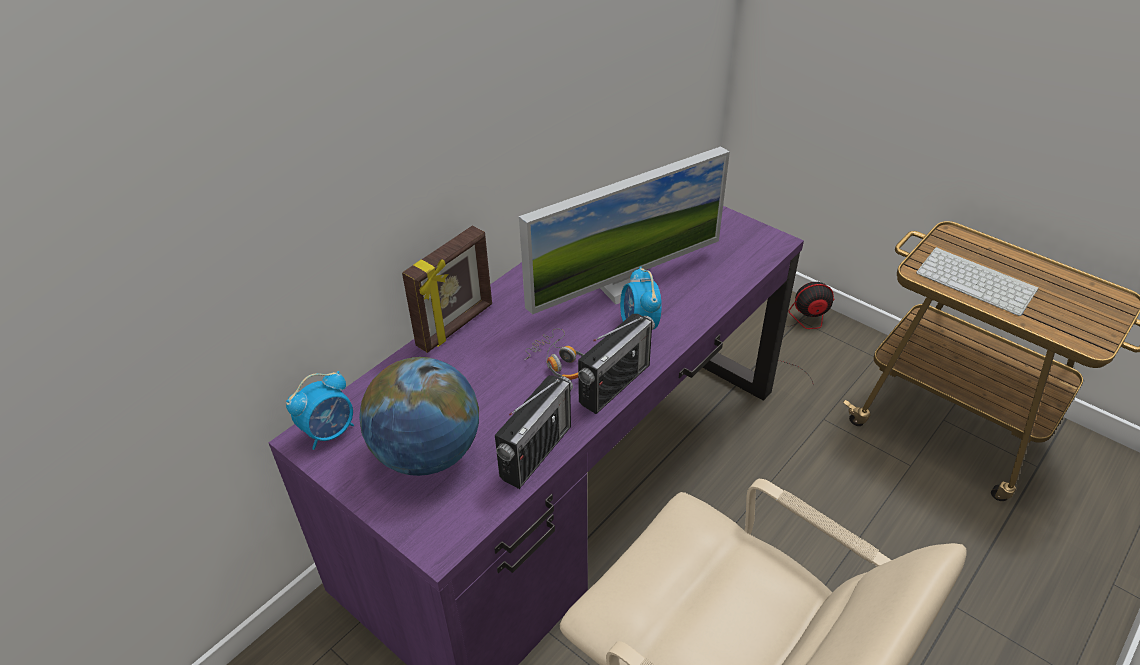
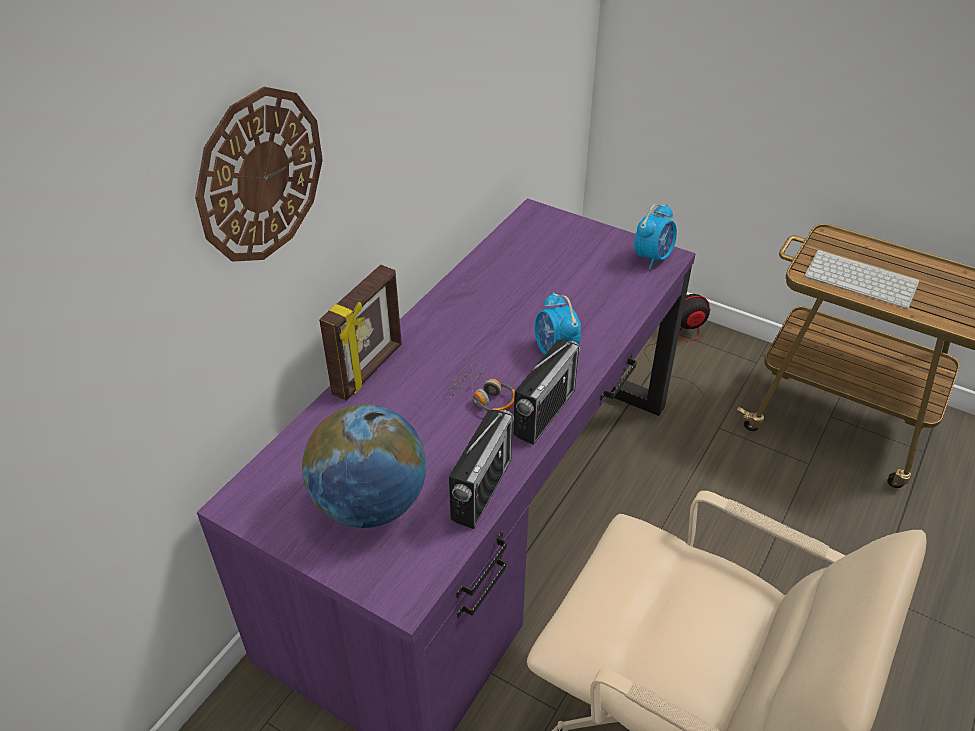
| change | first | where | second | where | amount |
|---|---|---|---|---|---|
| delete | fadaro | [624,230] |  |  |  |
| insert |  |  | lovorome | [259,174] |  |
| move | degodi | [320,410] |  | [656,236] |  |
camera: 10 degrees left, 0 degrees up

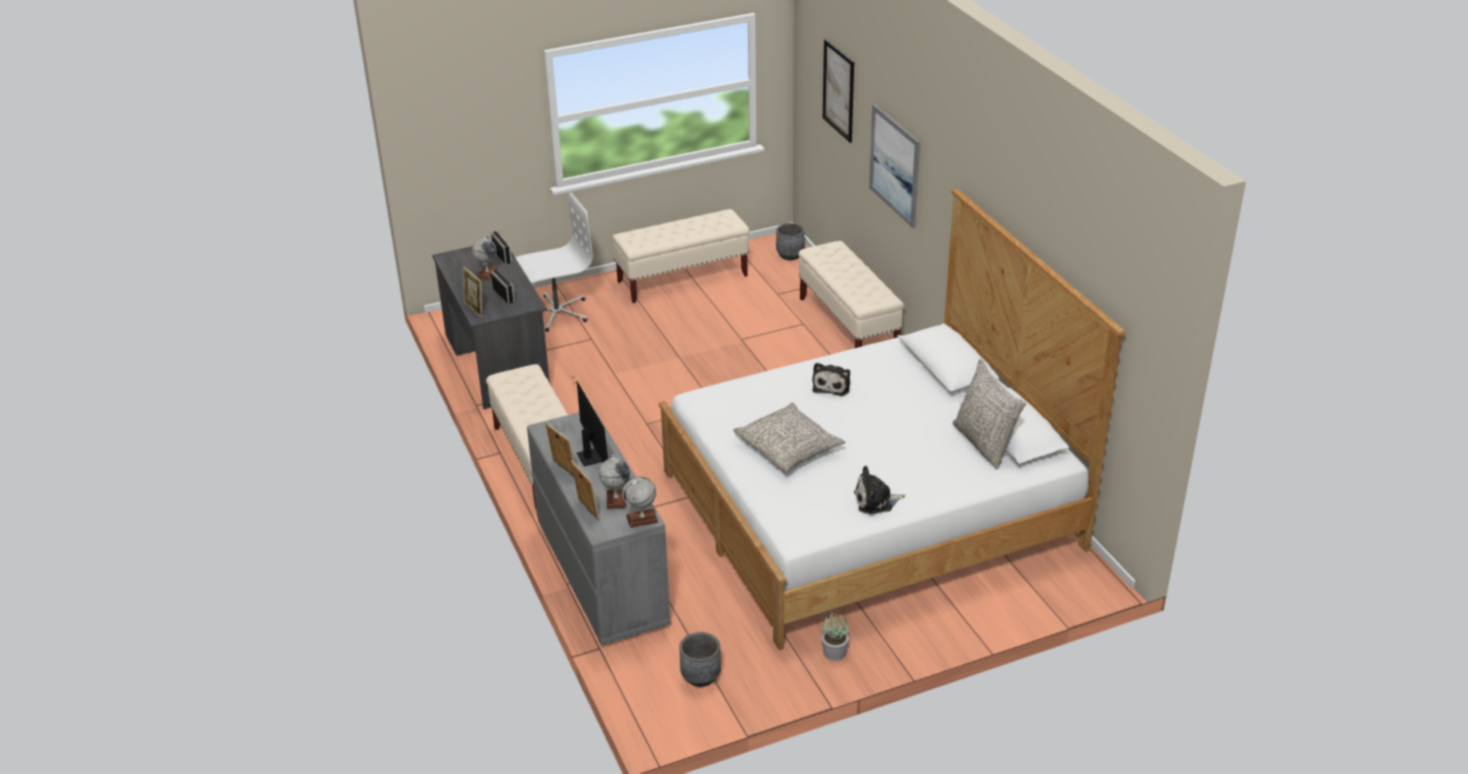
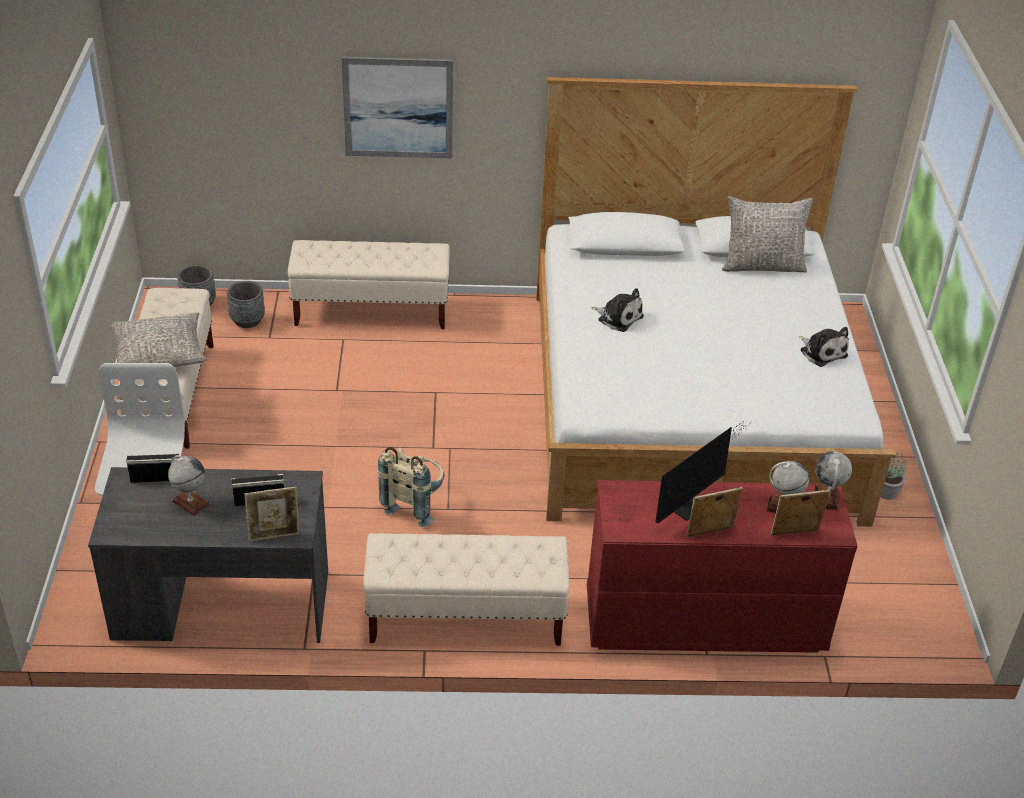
| change | first | where | second | where | amount |
|---|---|---|---|---|---|
| delete | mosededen | [838,91] |  |  |  |
| insert |  |  | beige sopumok | [411,487] |  |
| move | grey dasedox | [700,659] |  | [246,304] |  |
| move | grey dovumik | [789,437] |  | [158,339] |  |
| recolor | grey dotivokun | [599,527] | red dotivokun | [722,566] |  |
| rotate | fadaro | [590,421] |  | [703,473] | 135 degrees clockwise |
| rotate | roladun | [879,490] |  | [824,347] | 45 degrees counterclockwise |
camera: 70 degrees left, 5 degrees up

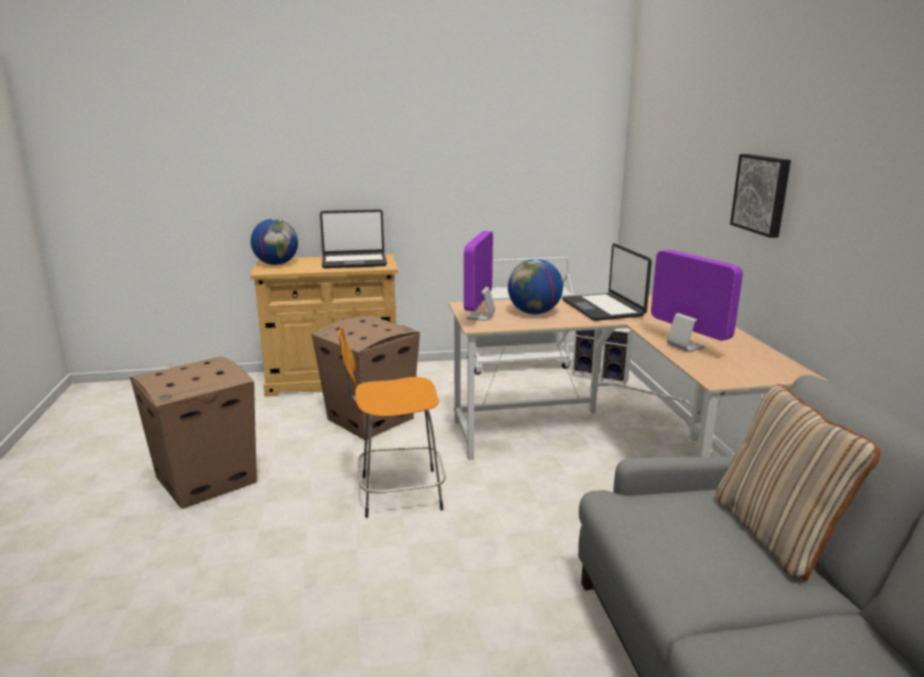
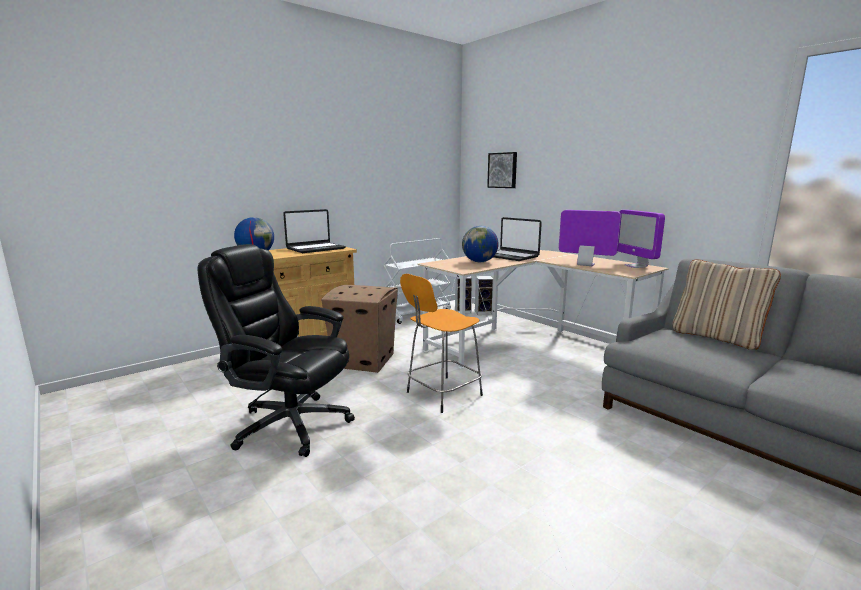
| change | first | where | second | where | amount |
|---|---|---|---|---|---|
| move | fadaro | [479,276] |  | [641,239] |  |
| move | mosededen | [760,196] |  | [502,170] |  |
| replace | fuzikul | [193,433] | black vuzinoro | [276,350] |  |
camera: 30 degrees left, 5 degrees down

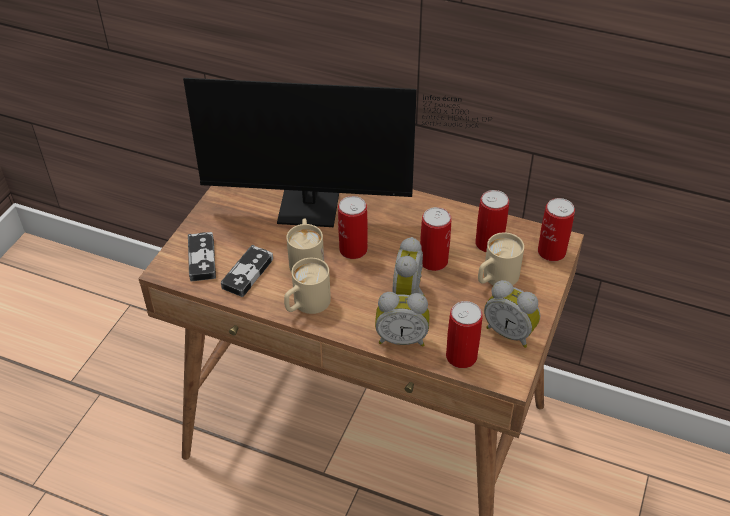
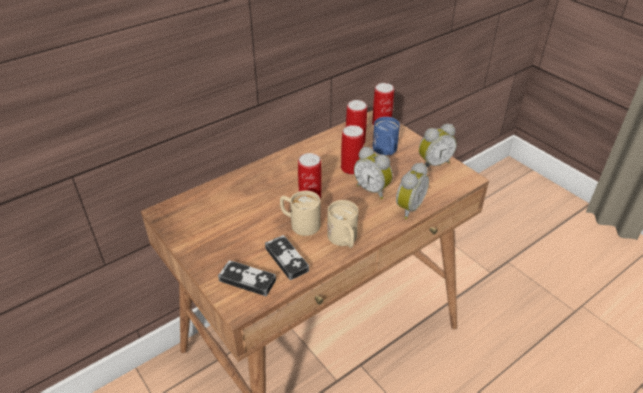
| change | first | where | second | where | amount |
|---|---|---|---|---|---|
| delete | fadaro | [337,152] |  |  |  |
| delete | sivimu | [464,334] |  |  |  |
| recolor | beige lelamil | [501,258] | blue lelamil | [386,136] |  |
camera: 60 degrees left, 5 degrees down

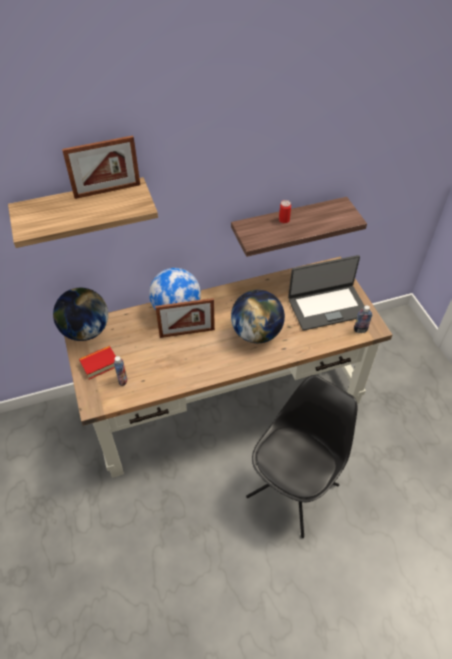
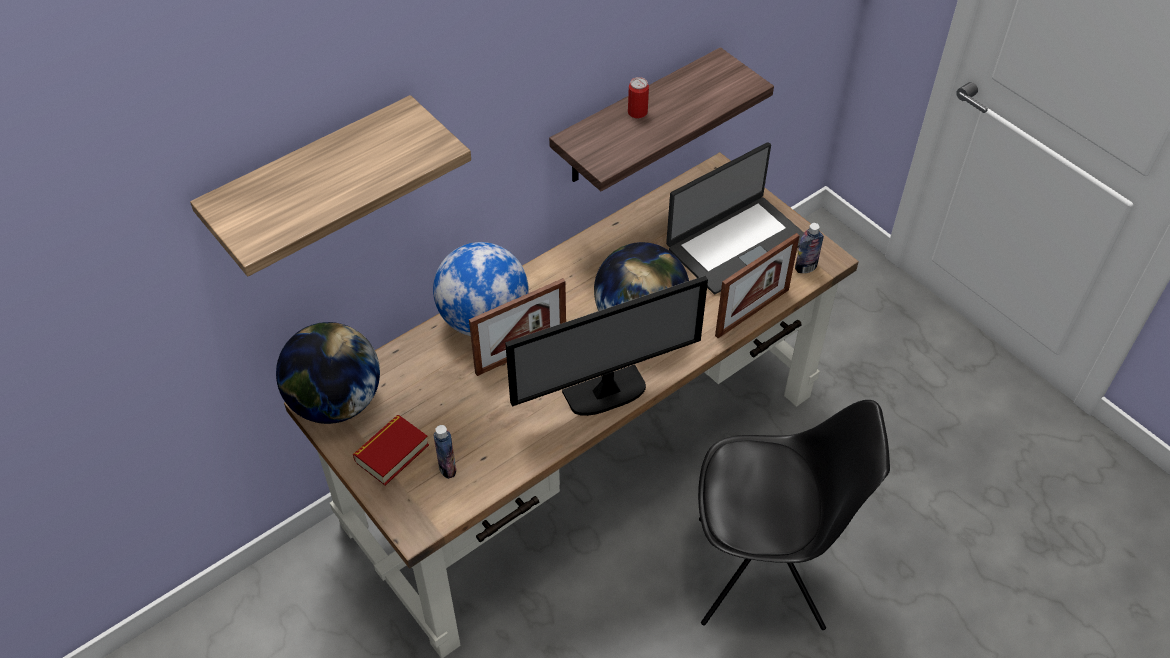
| change | first | where | second | where | amount |
|---|---|---|---|---|---|
| insert |  |  | fadaro | [606,346] |  |
| move | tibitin | [101,167] |  | [757,285] |  |
| rotate | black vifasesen | [301,456] |  | [794,515] | 75 degrees clockwise |
camera: 20 degrees left, 0 degrees up

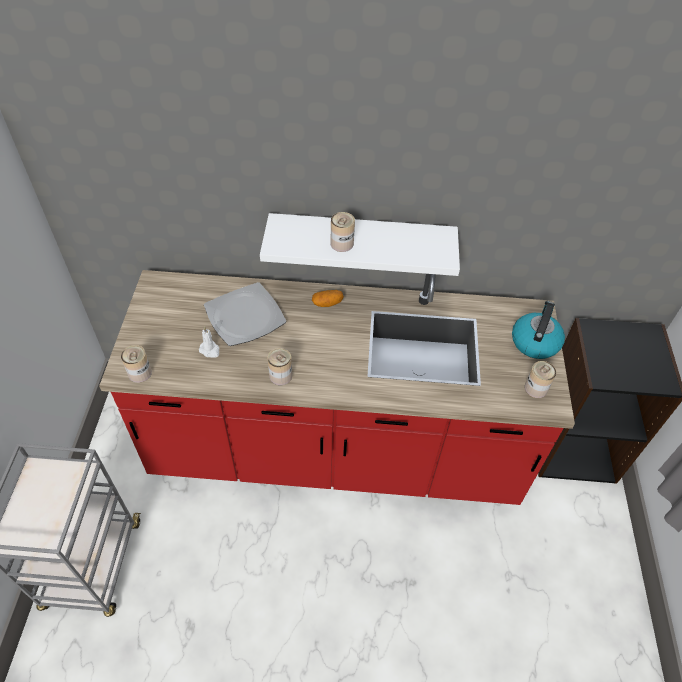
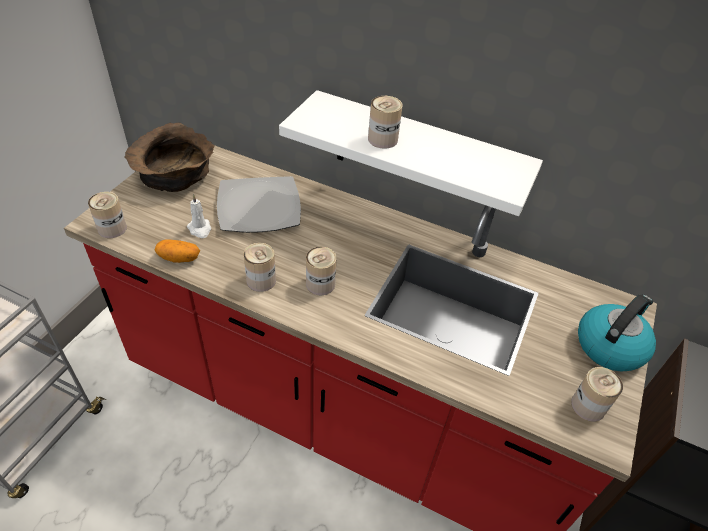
| change | first | where | second | where | amount |
|---|---|---|---|---|---|
| insert |  |  | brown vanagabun | [169,157] |  |
| insert |  |  | sivimu | [321,271] |  |
| move | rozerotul | [328,298] |  | [177,251] |  |
camera: 20 degrees right, 5 degrees down

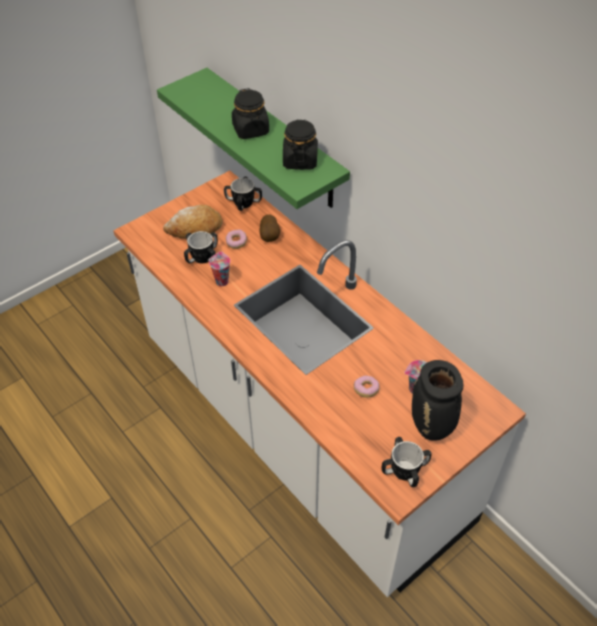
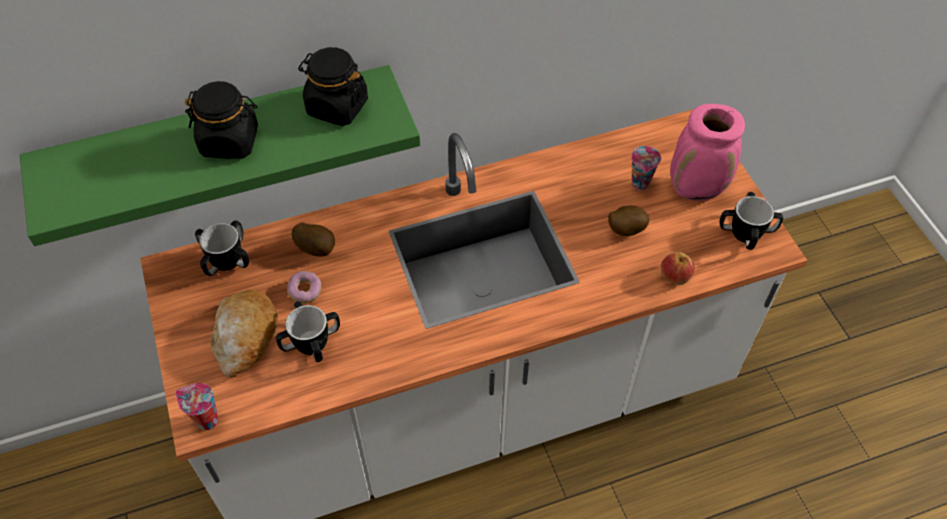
| change | first | where | second | where | amount |
|---|---|---|---|---|---|
| insert |  |  | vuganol | [677,268] |  |
| move | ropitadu | [219,269] |  | [197,406] |  |
| replace | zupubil | [367,387] | rozerotul | [629,221] |  |
| recolor | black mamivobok | [438,400] | pink mamivobok | [707,152] |  |
camera: 70 degrees left, 5 degrees up

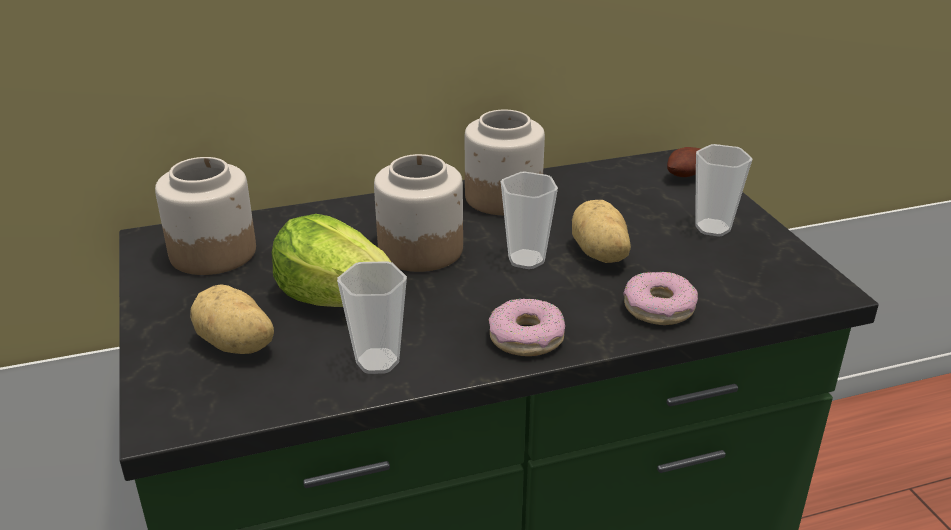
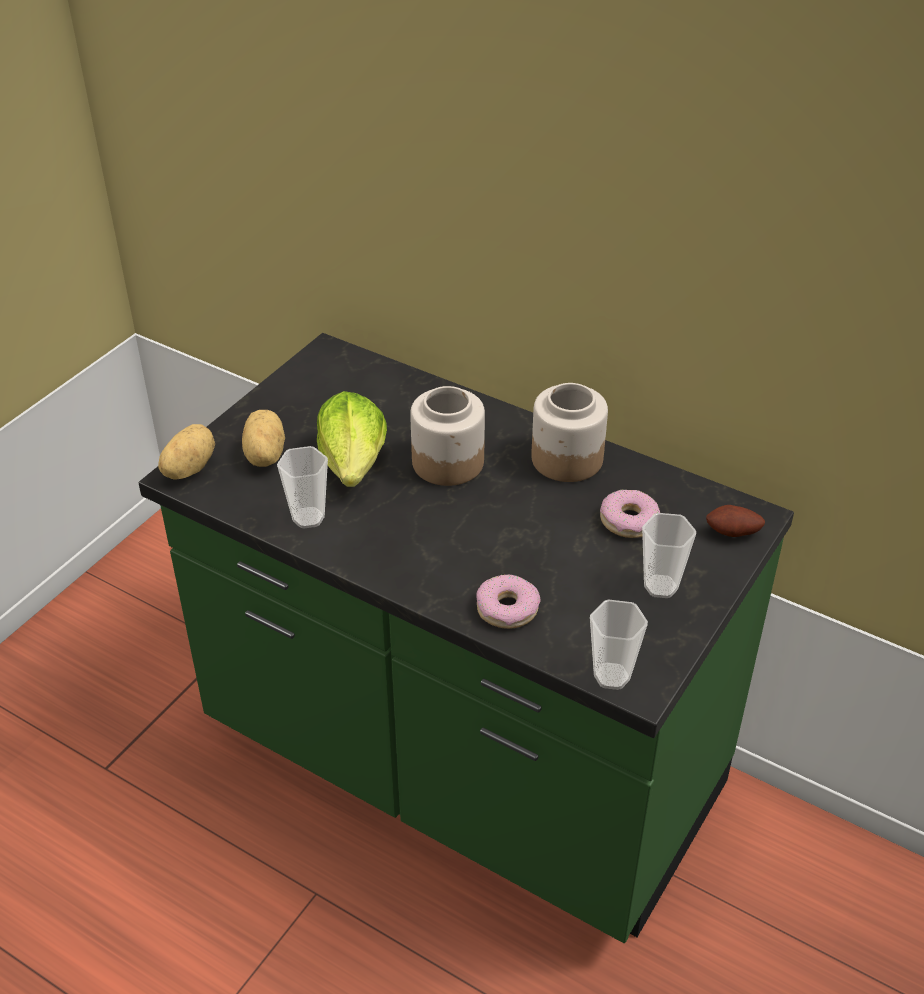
| change | first | where | second | where | amount |
|---|---|---|---|---|---|
| delete | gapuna | [205,216] |  |  |  |
| move | zupubil | [527,327] |  | [630,513] |  |
| move | ropitadu | [529,220] |  | [619,644] |  |
| move | rozerotul | [601,231] |  | [186,451] |  |
camera: 50 degrees right, 10 degrees up

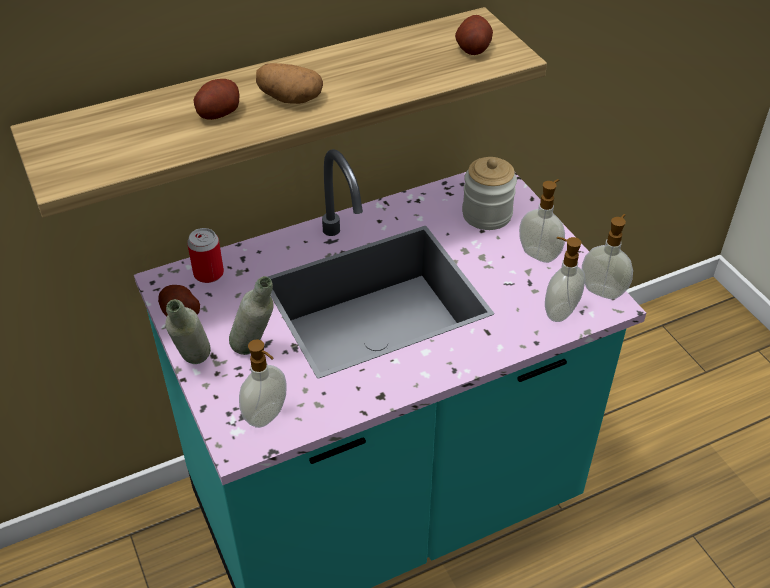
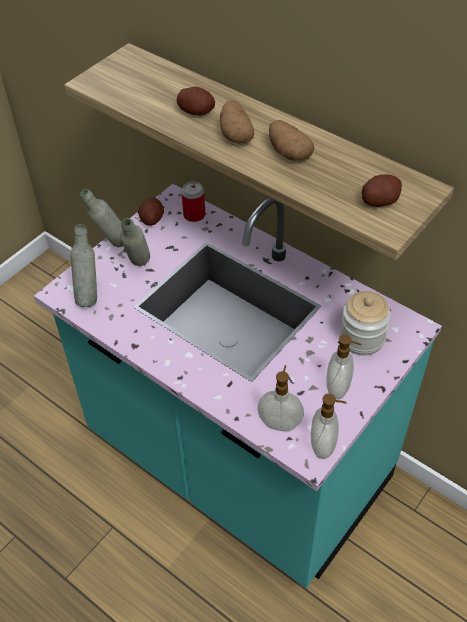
| change | first | where | second | where | amount |
|---|---|---|---|---|---|
| insert |  |  | rozerotul | [291,140] |  |
| replace | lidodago | [263,384] | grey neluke | [83,265] |  |
camera: 65 degrees right, 5 degrees up

